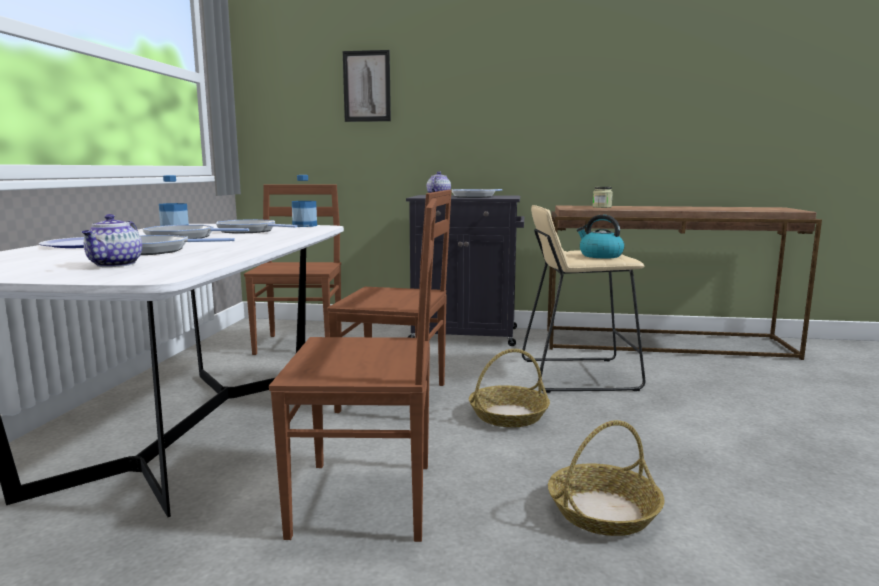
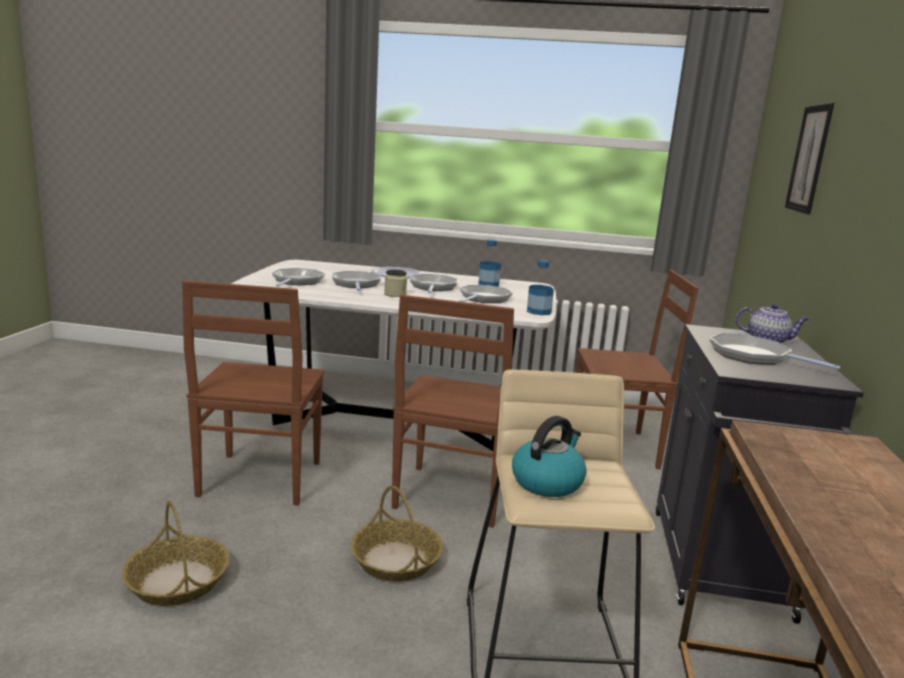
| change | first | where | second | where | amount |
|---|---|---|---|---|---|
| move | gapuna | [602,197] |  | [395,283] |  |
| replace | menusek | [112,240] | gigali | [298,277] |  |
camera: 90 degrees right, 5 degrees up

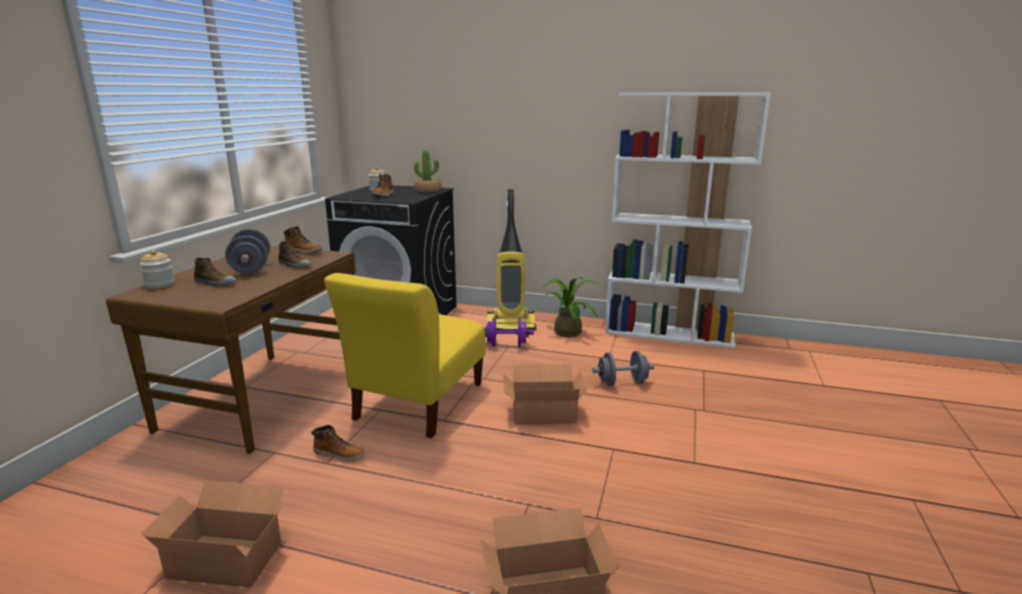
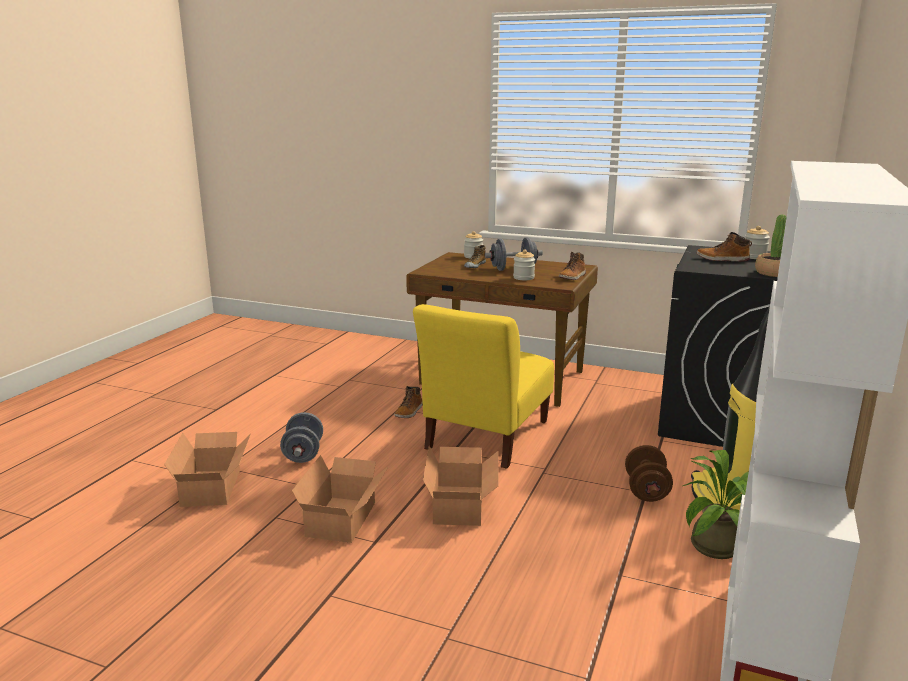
| change | first | where | second | where | amount |
|---|---|---|---|---|---|
| move | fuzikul | [213,534] |  | [340,499] |  |
| move | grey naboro | [623,368] |  | [301,437] |  |
| replace | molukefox | [294,254] | gapuna | [524,265] |  |
| recolor | purple naboro | [509,332] | brown naboro | [649,473] |  |
| rotate | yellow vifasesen | [405,355] |  | [483,386] | 90 degrees counterclockwise |
camera: 95 degrees right, 0 degrees up

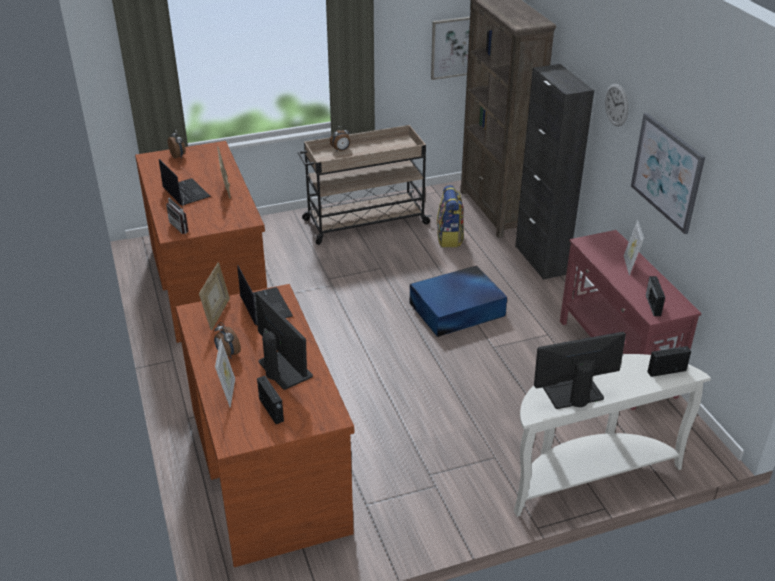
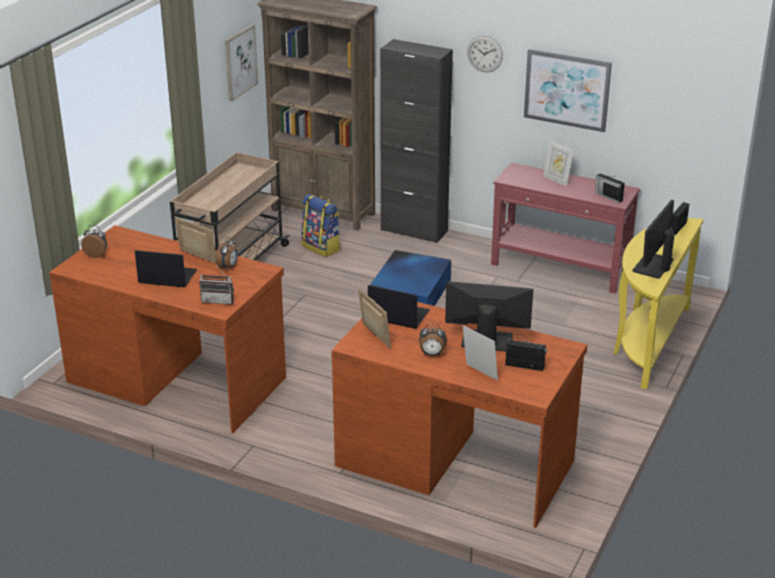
| change | first | where | second | where | amount |
|---|---|---|---|---|---|
| move | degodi | [340,139] |  | [227,253] |  |
| recolor | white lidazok | [612,435] | yellow lidazok | [658,303] |  |
camera: 45 degrees left, 5 degrees down

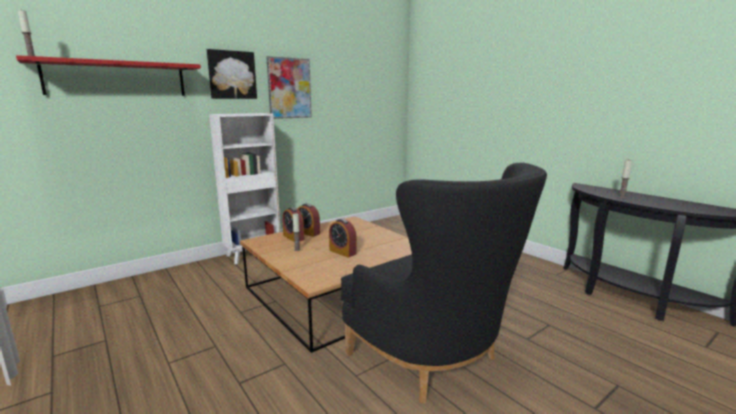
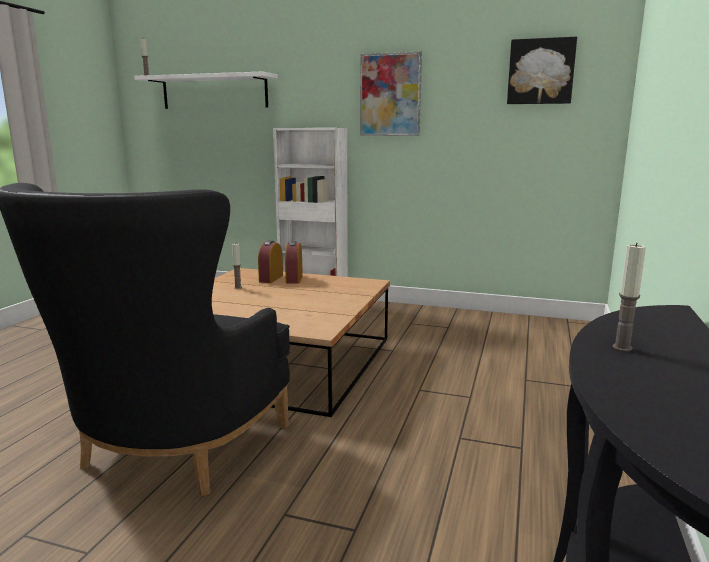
| change | first | where | second | where | amount |
|---|---|---|---|---|---|
| delete | degodi | [343,238] |  |  |  |
| move | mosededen | [232,74] |  | [542,70] |  |
| recolor | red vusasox | [108,75] | white vusasox | [206,90] |  |
camera: 55 degrees right, 0 degrees up

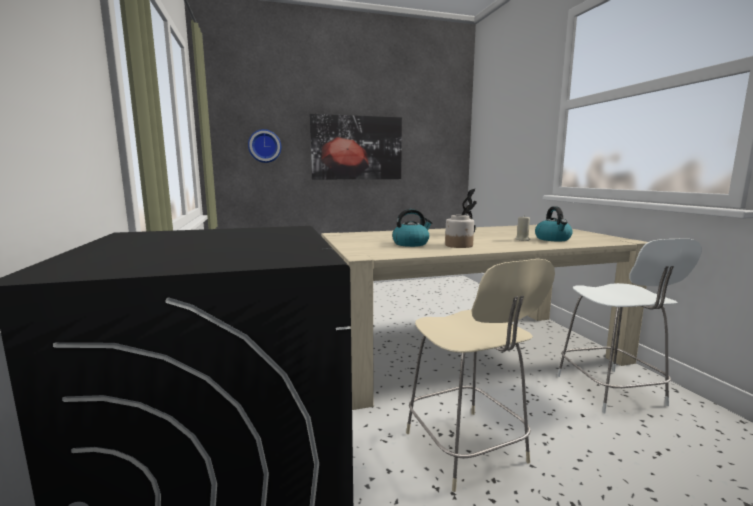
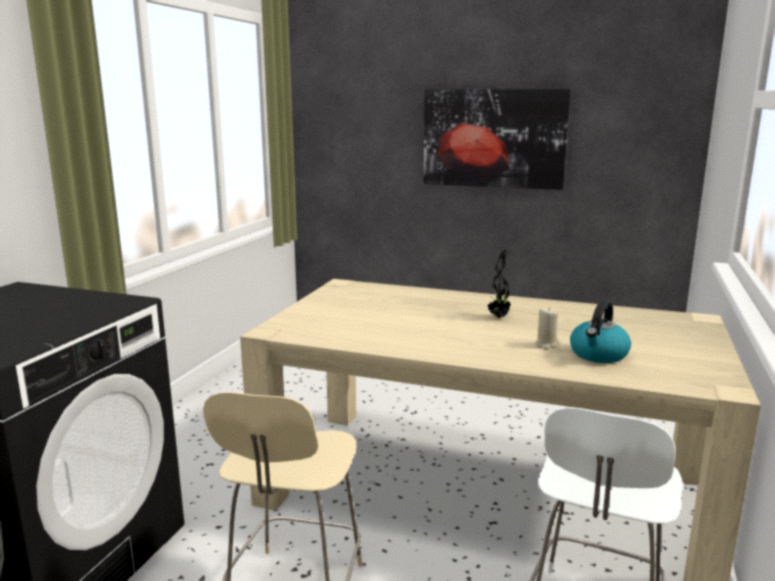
| change | first | where | second | where | amount |
|---|---|---|---|---|---|
| delete | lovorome | [264,146] |  |  |  |
| delete | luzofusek | [412,228] |  |  |  |
| delete | gapuna | [459,231] |  |  |  |
camera: 35 degrees right, 5 degrees up

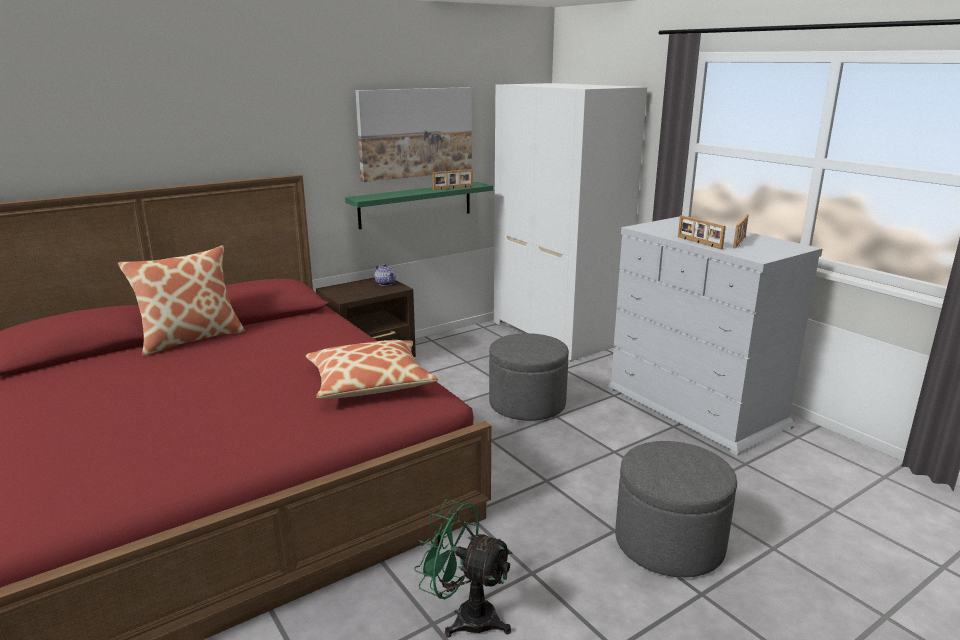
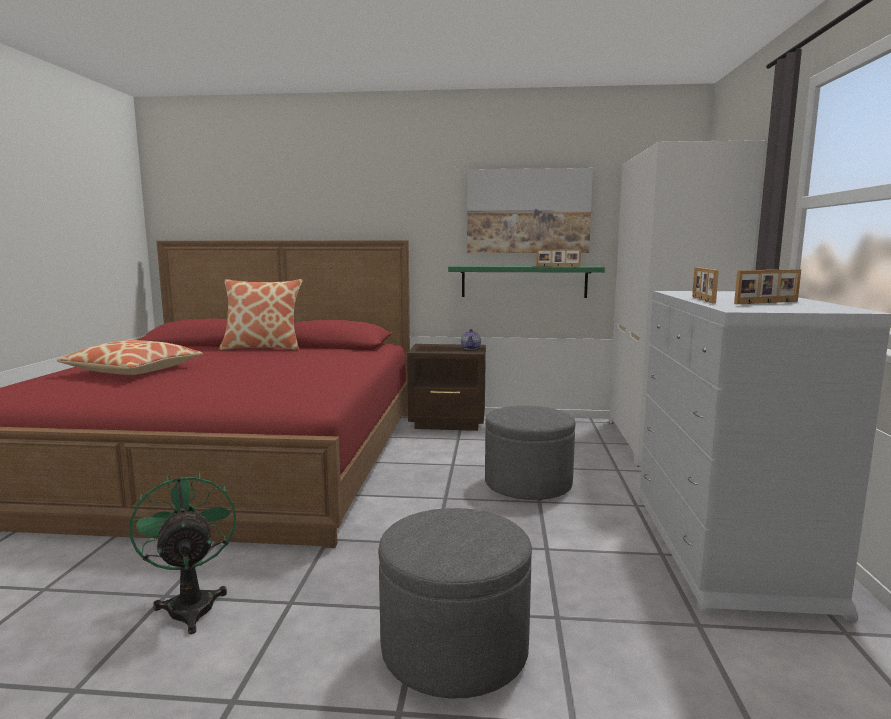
| change | first | where | second | where | amount |
|---|---|---|---|---|---|
| move | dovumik | [372,369] |  | [130,357] |  |
camera: 40 degrees right, 10 degrees down

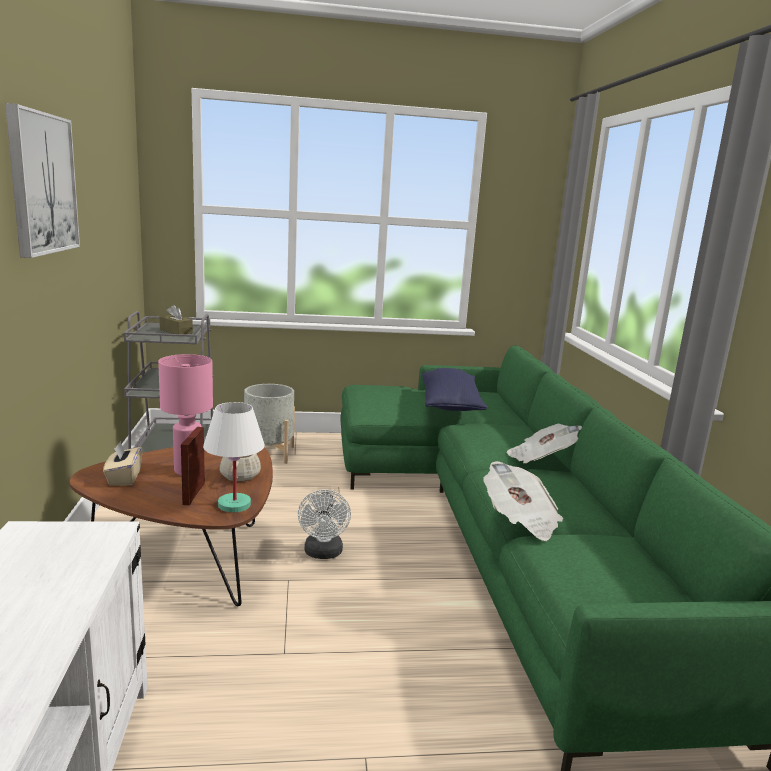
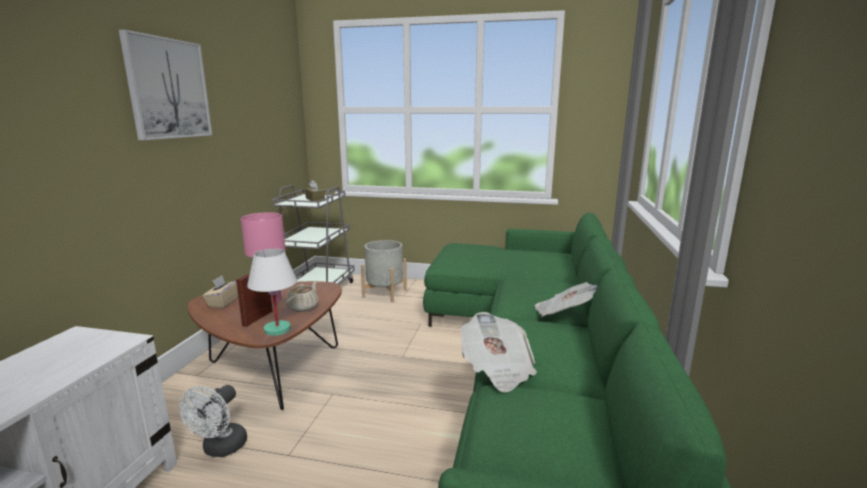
| change | first | where | second | where | amount |
|---|---|---|---|---|---|
| delete | blue dovumik | [454,389] |  |  |  |
| move | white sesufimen | [324,524] |  | [213,421] |  |
camera: 20 degrees right, 0 degrees up

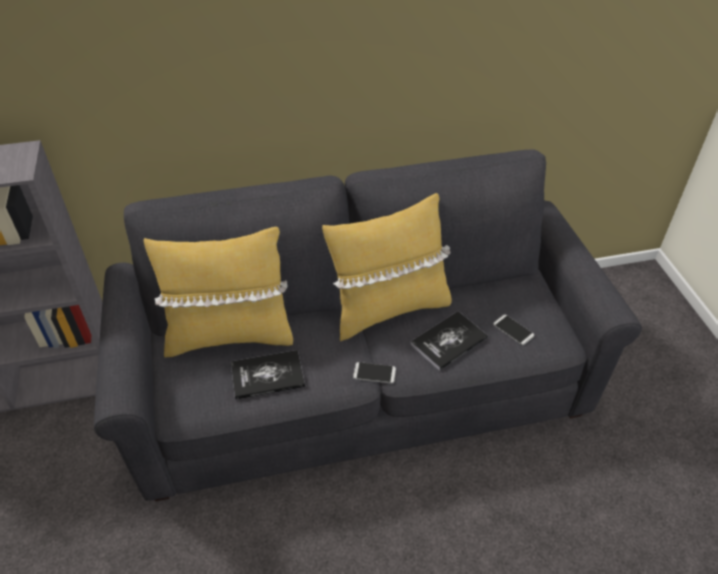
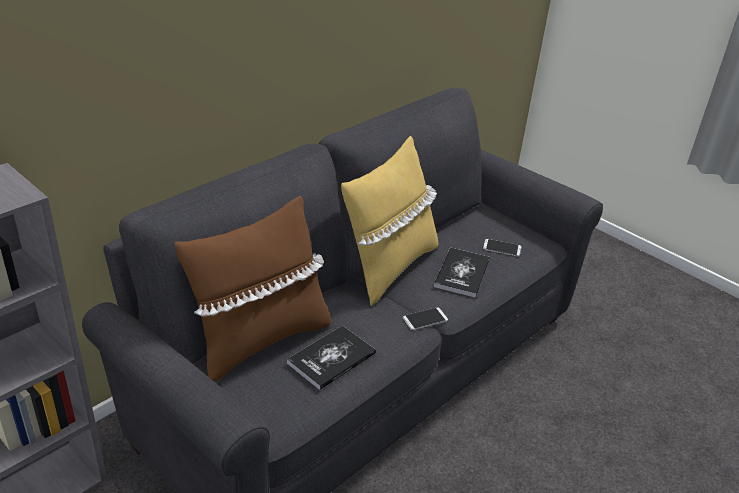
| change | first | where | second | where | amount |
|---|---|---|---|---|---|
| recolor | yellow dovumik | [218,292] | brown dovumik | [252,289] |  |
camera: 35 degrees left, 10 degrees down

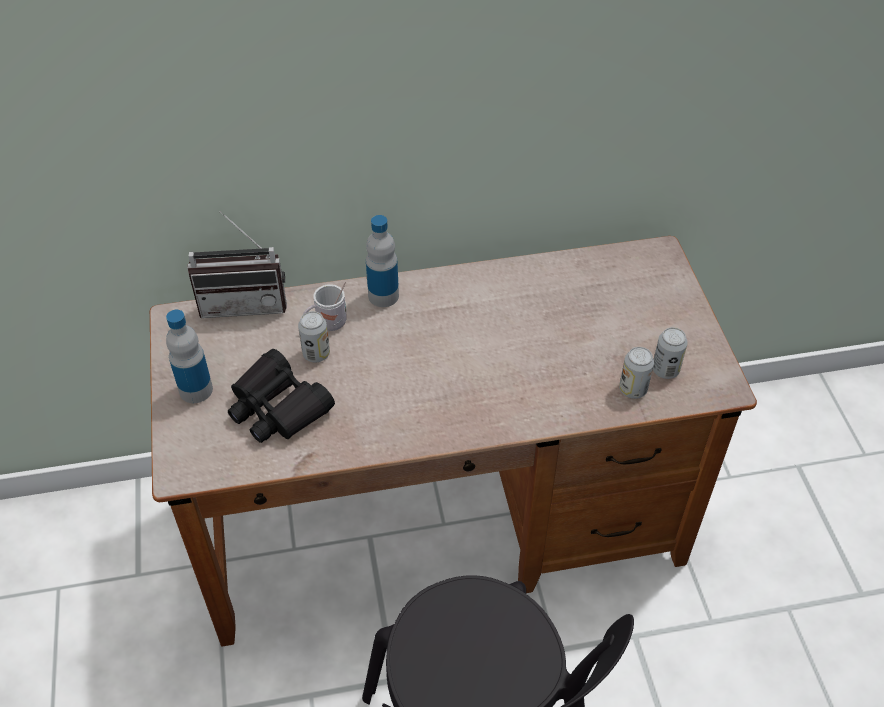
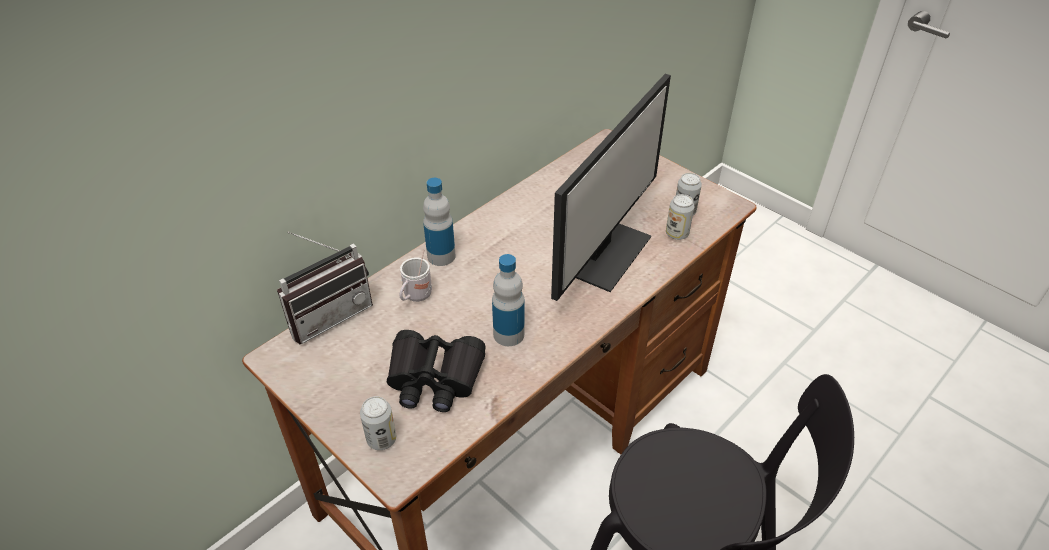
| change | first | where | second | where | amount |
|---|---|---|---|---|---|
| insert |  |  | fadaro | [611,187] |  |
| move | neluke | [189,356] |  | [508,300] |  |
| move | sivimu | [314,336] |  | [378,423] |  |
camera: 35 degrees left, 5 degrees down

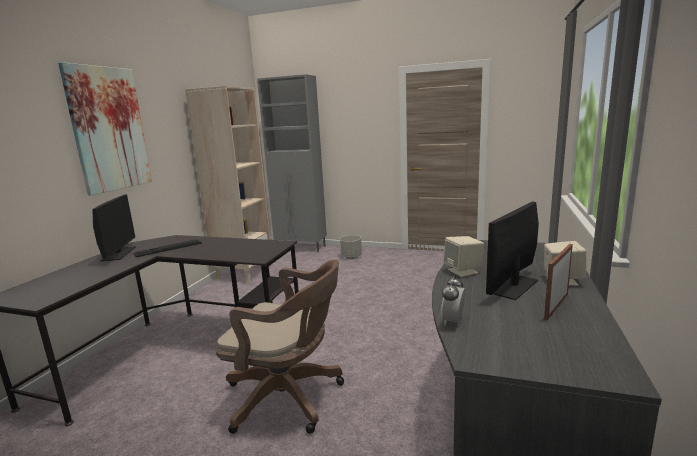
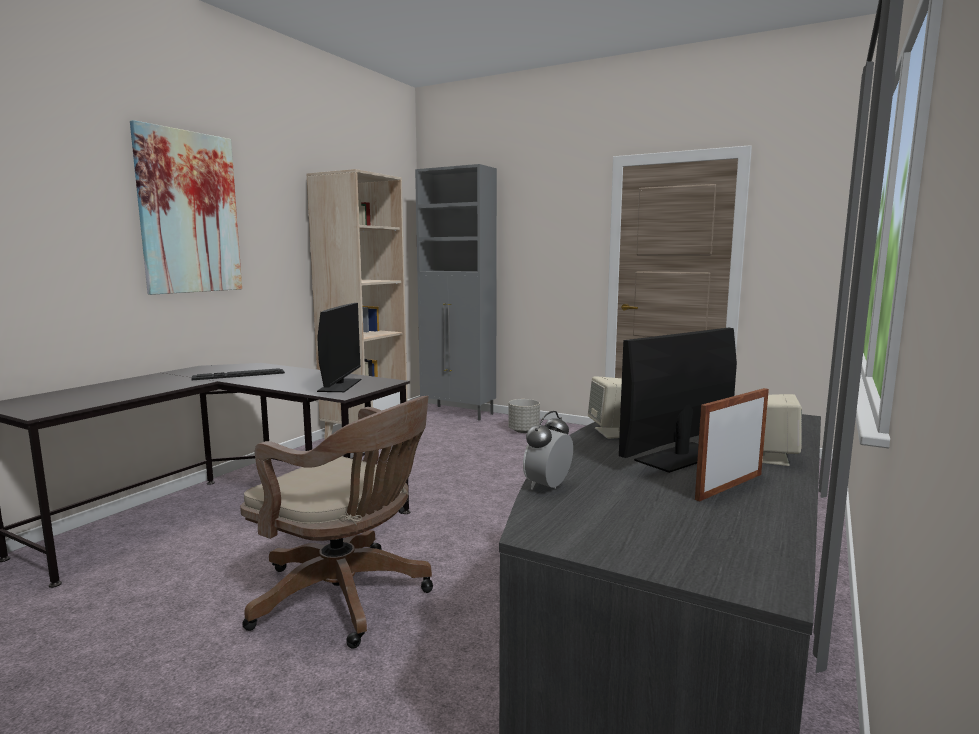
| change | first | where | second | where | amount |
|---|---|---|---|---|---|
| move | fadaro | [114,227] |  | [339,347] |  |
camera: 10 degrees right, 5 degrees down

